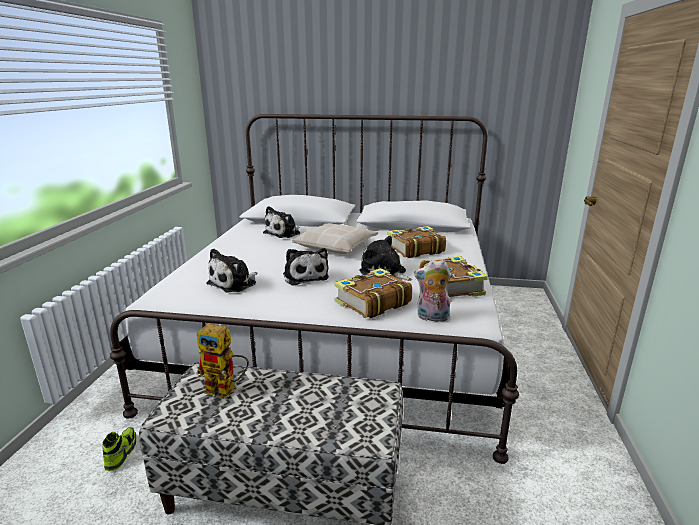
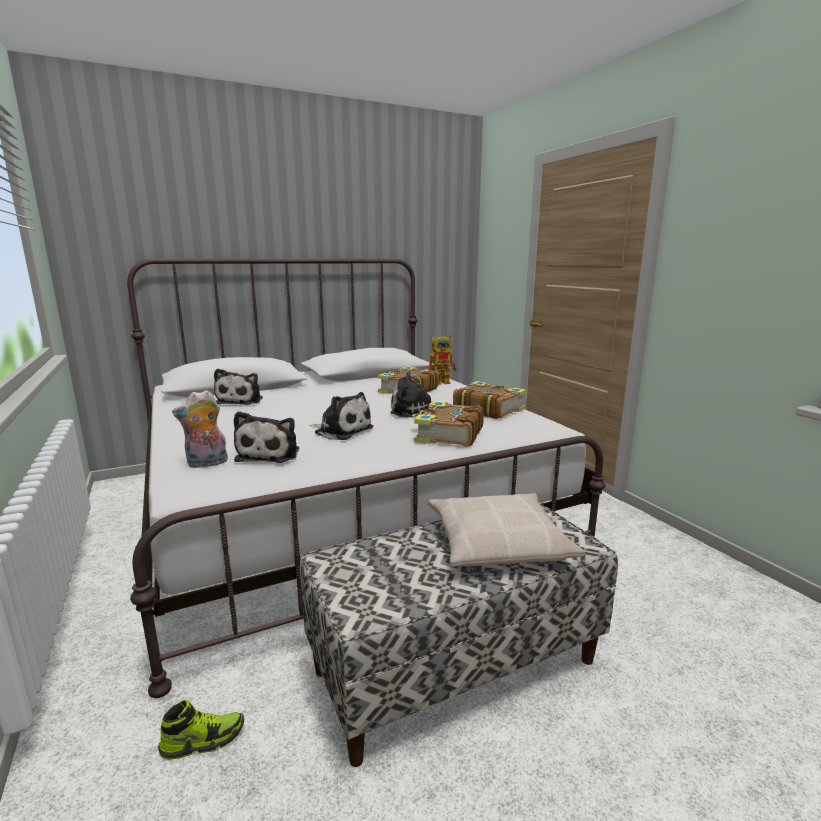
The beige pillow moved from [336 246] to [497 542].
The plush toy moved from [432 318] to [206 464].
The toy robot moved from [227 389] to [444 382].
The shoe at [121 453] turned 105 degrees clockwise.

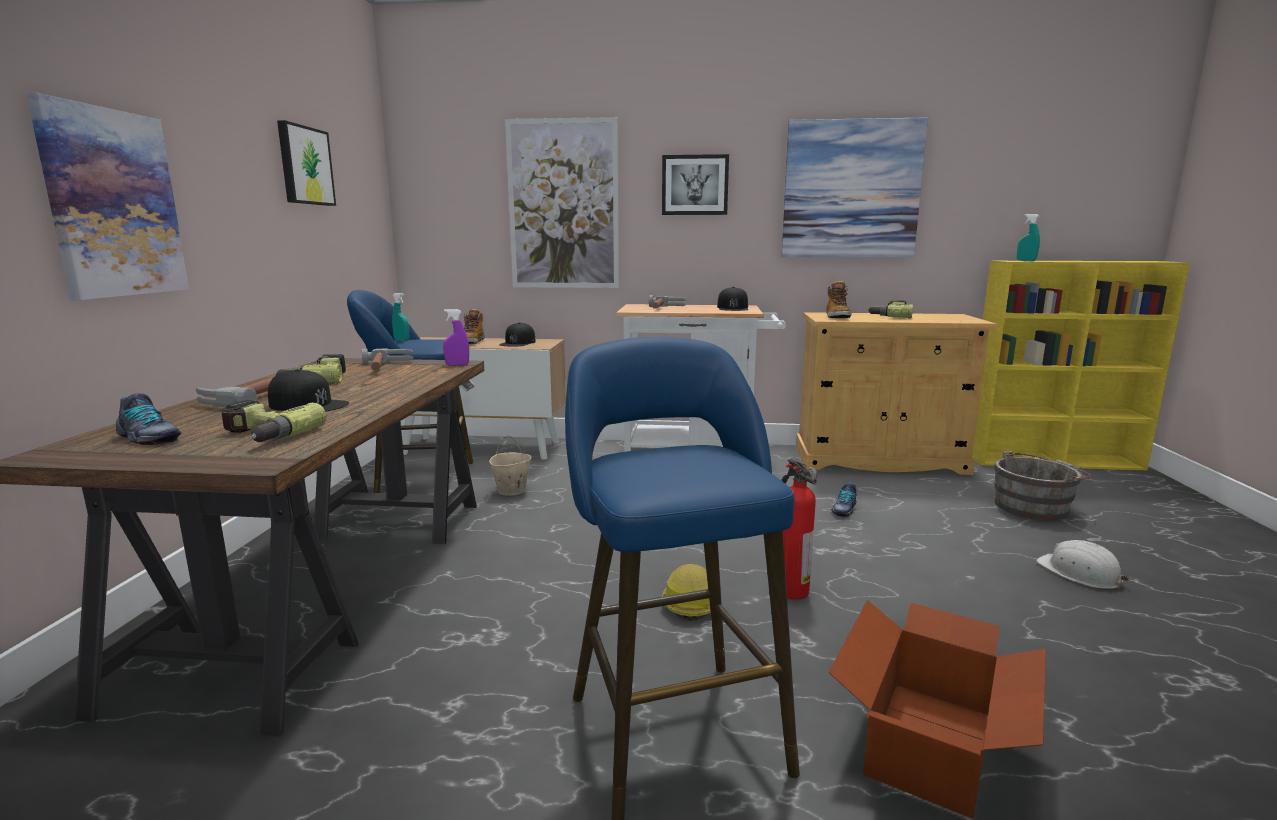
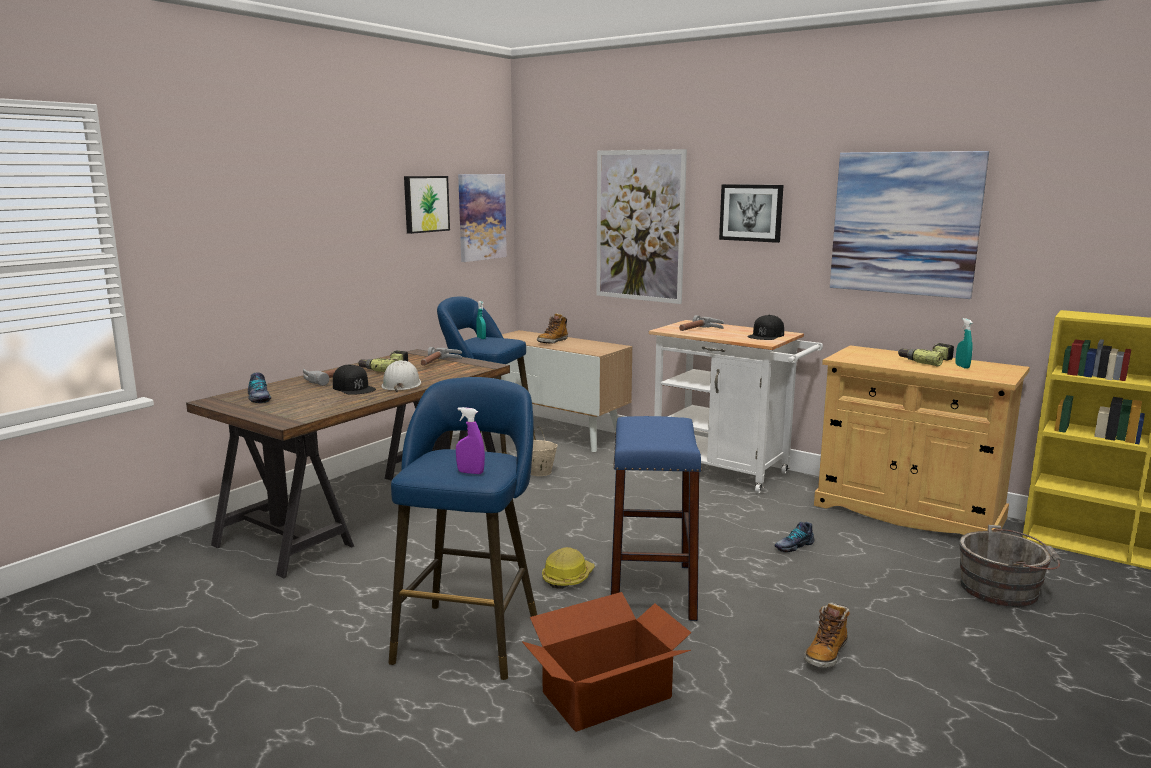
The picture moved from [113 204] to [481 217].
The turquoise spray bottle moved from [1026 261] to [962 366].
The boot moved from [837 317] to [826 654].
The purple spray bottle moved from [457 365] to [470 472].
The black cap at [518 343] disappeared.
The power drill at [263 435] disappeared.
The fire extinguisher at [791 590] was replaced by the blue stool at [652 590].
The white hard hat moved from [1079 573] to [401 385].

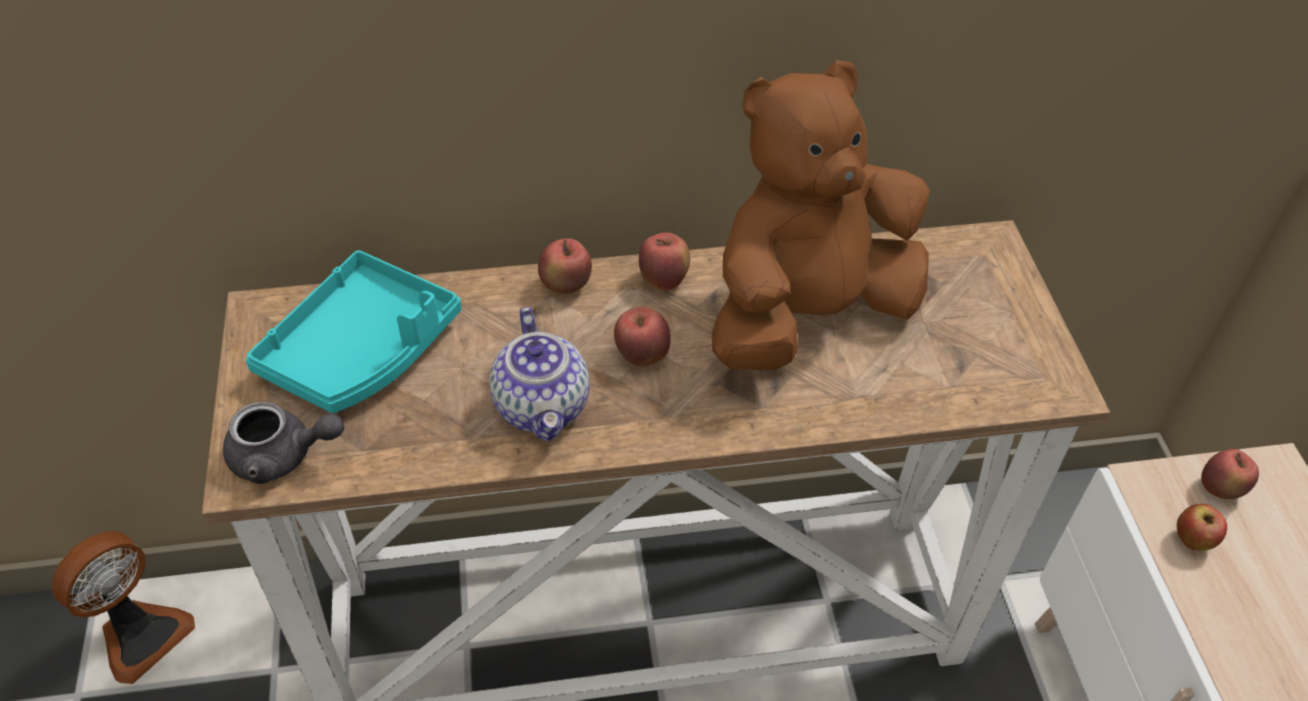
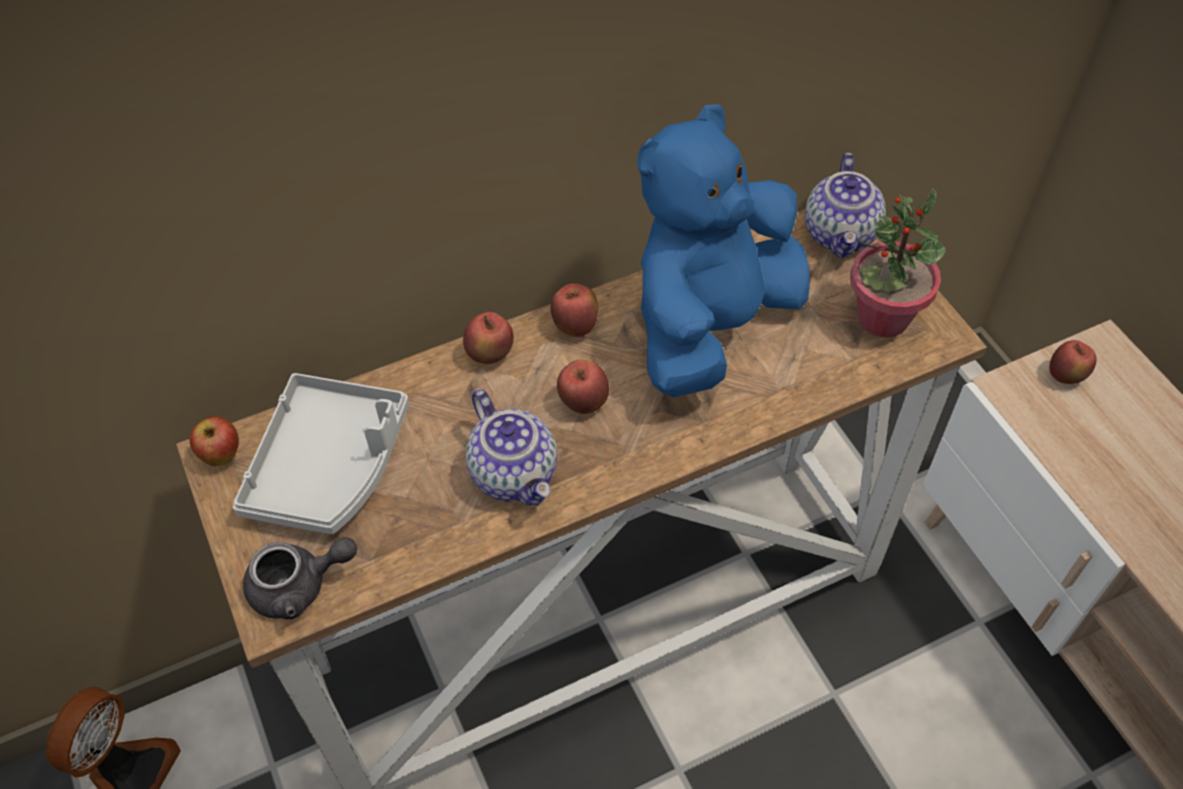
The brown plush toy at [806 314] became the blue plush toy at [710 325].
The turquoise tray at [362 350] became the grey tray at [329 466].
The apple moved from [1192 541] to [222 456].
The teapot at [841 234] appeared.
The potted plant at [882 318] appeared.

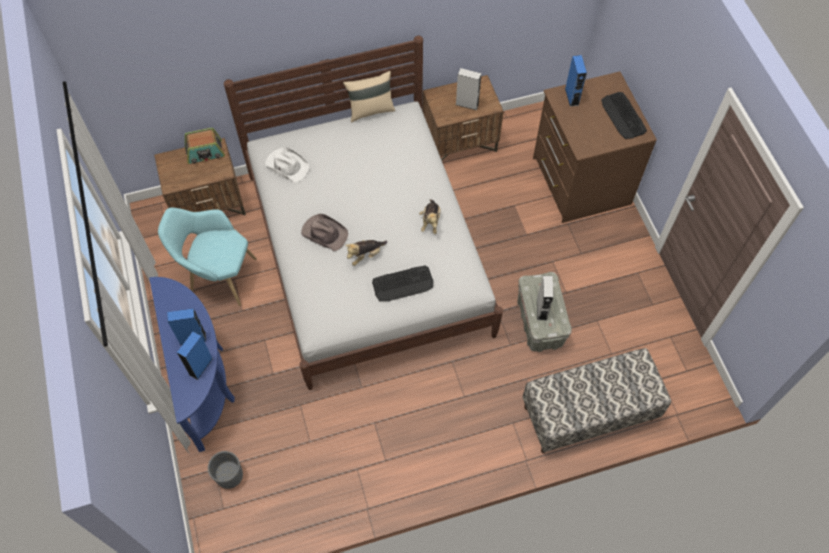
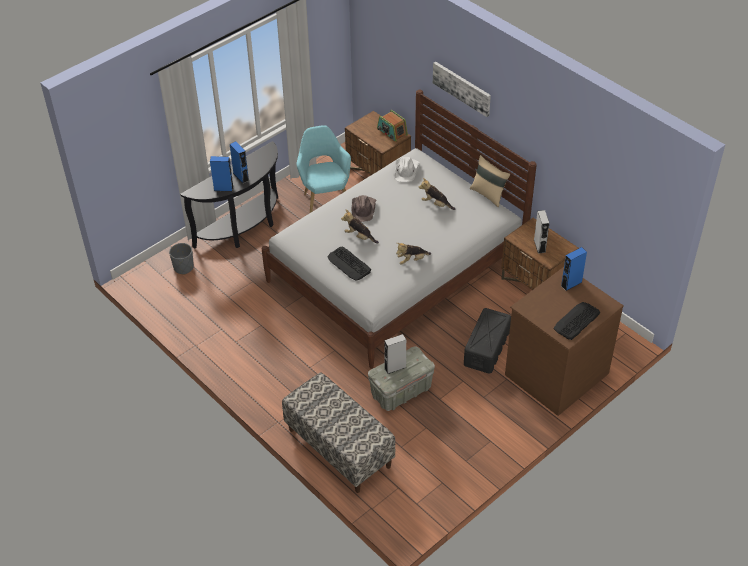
The blue console table at [206 380] became the black console table at [244 228].
The picture at [462 88] appeared.
The plush toy at [436 204] appeared.
The black storage box at [486 349] appeared.

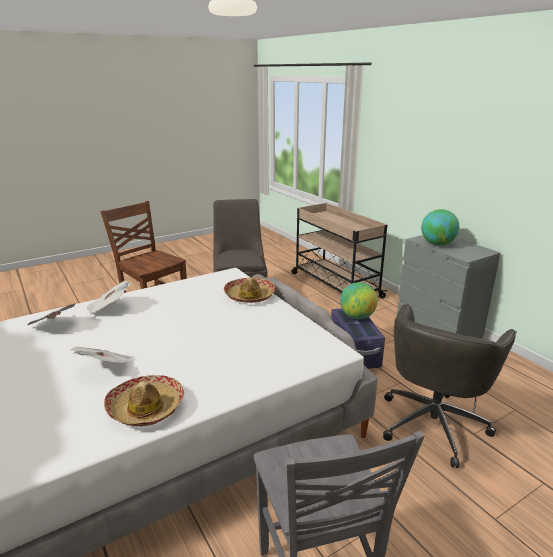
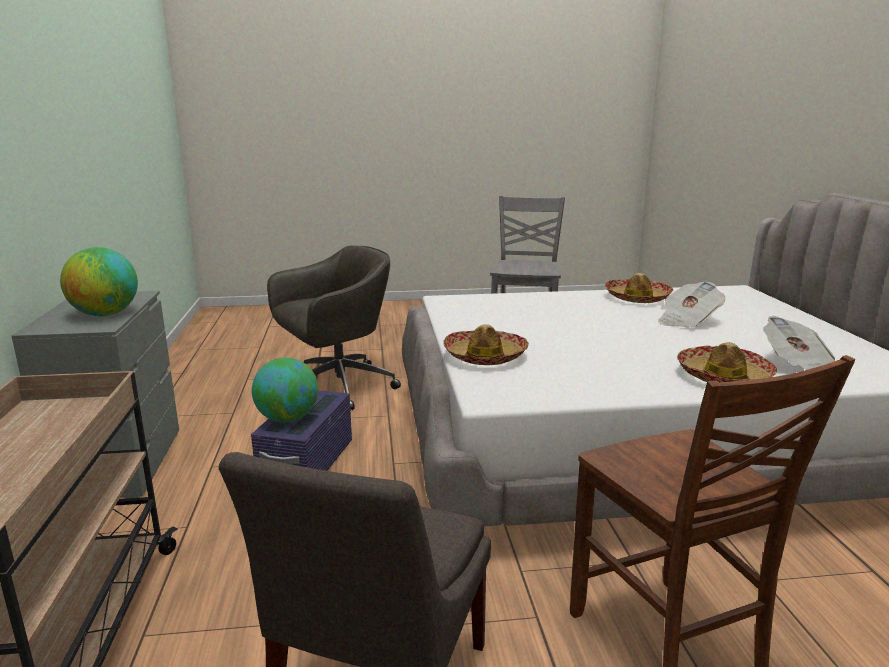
The newspaper at [109 308] was replaced by the hat at [724 376].

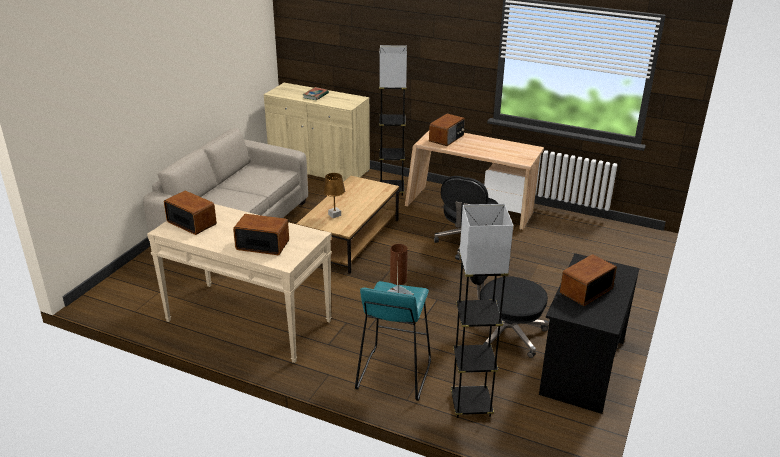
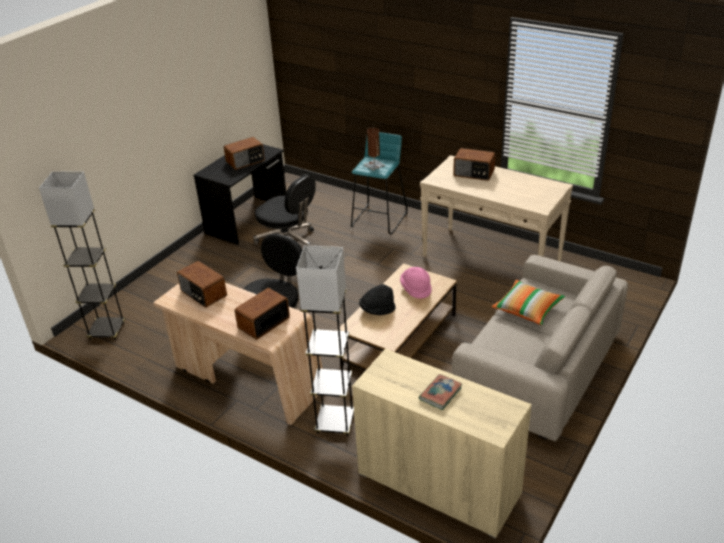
The brown table lamp at [334 215] was replaced by the pink hat at [416 289].
The radio moved from [192 222] to [203 294].
The grey floor lamp moved from [471 405] to [107 331].
The pillow at [527 309] appeared.
The black hat at [377 310] appeared.

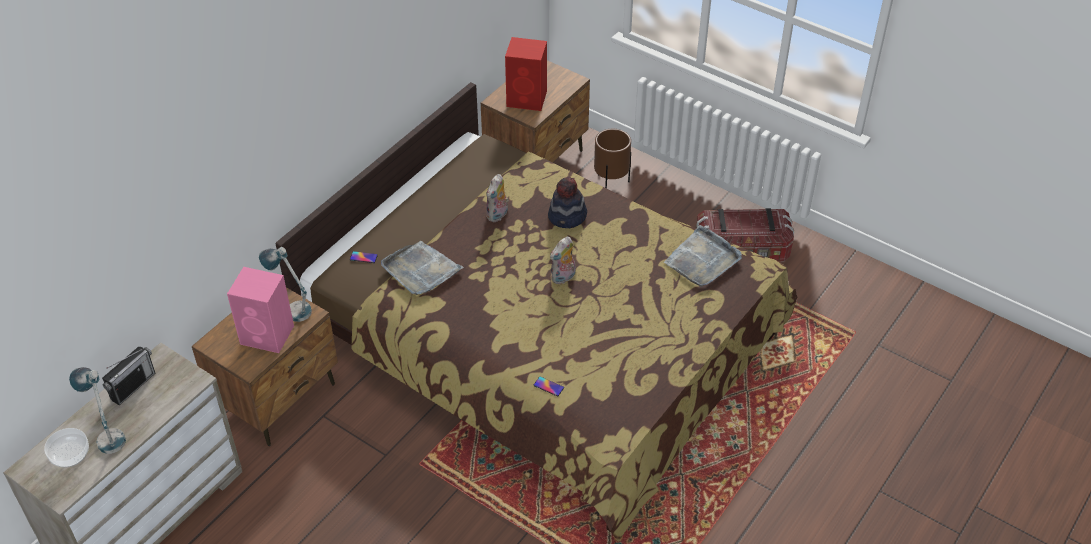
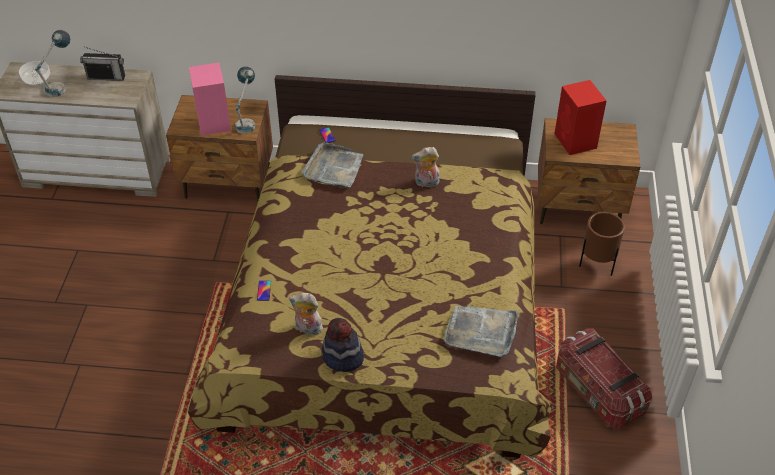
The hat moved from [567 217] to [342 357].
The plush toy moved from [563 278] to [307 329].

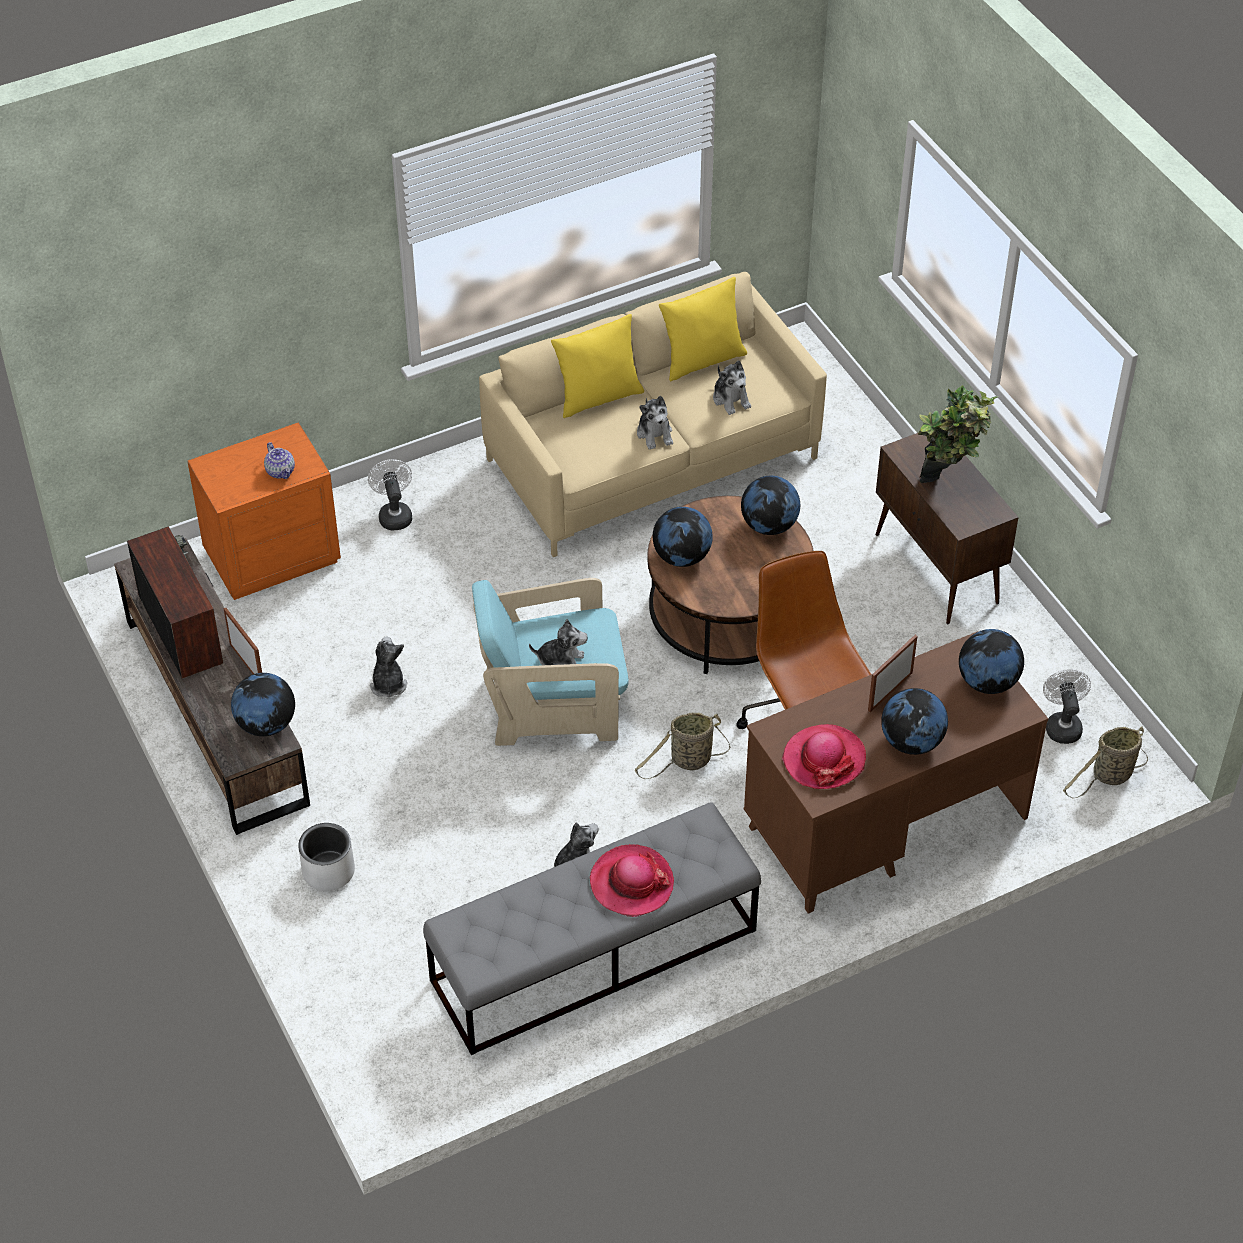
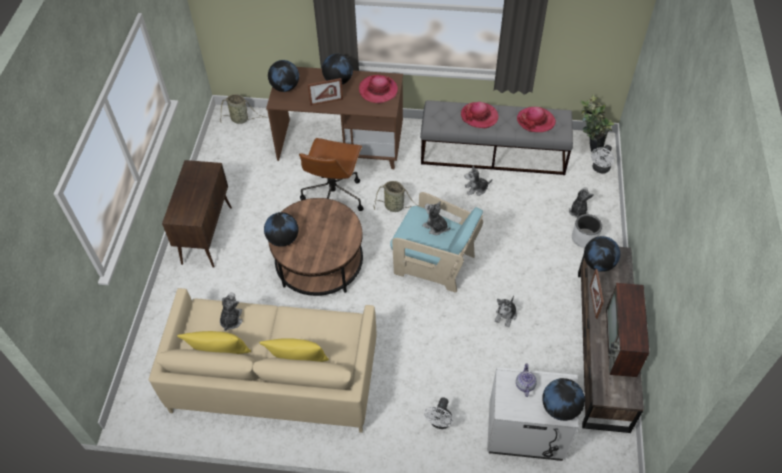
The potted plant moved from [948 483] to [588 147].
The plush toy moved from [655 434] to [578 211].
The orange nightstand at [271 555] became the white nightstand at [525 433].
The globe moved from [682 557] to [560 408].
The white fan moved from [1062 725] to [600 169].
The hat at [535 121] appeared.

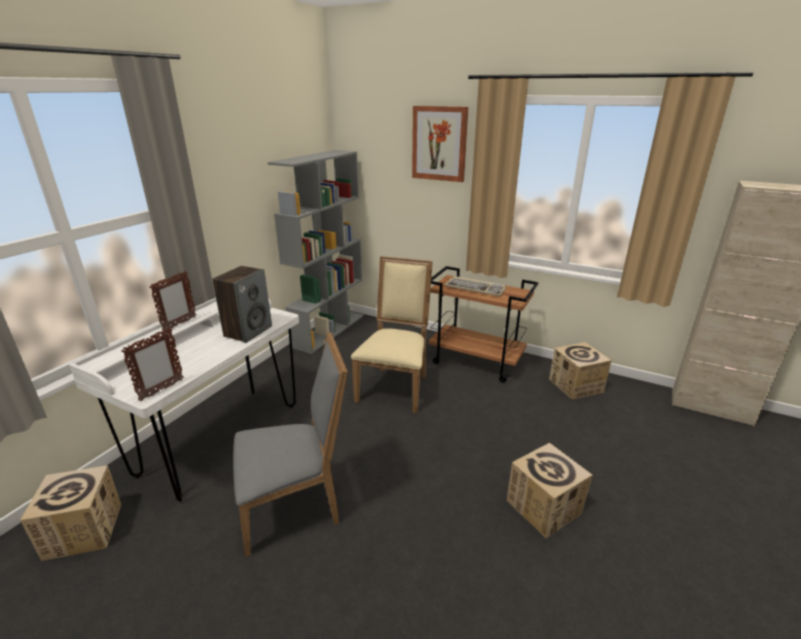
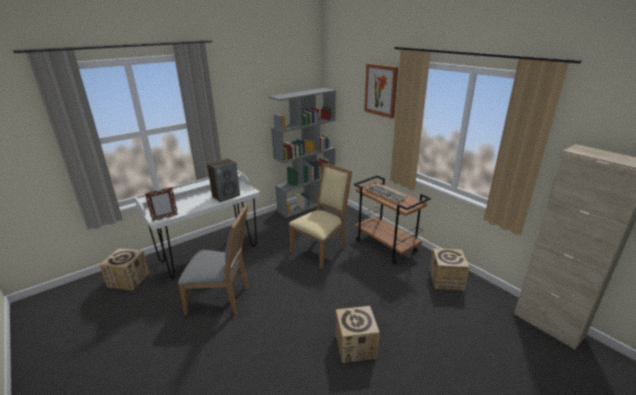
The picture frame at [179 324] disappeared.

